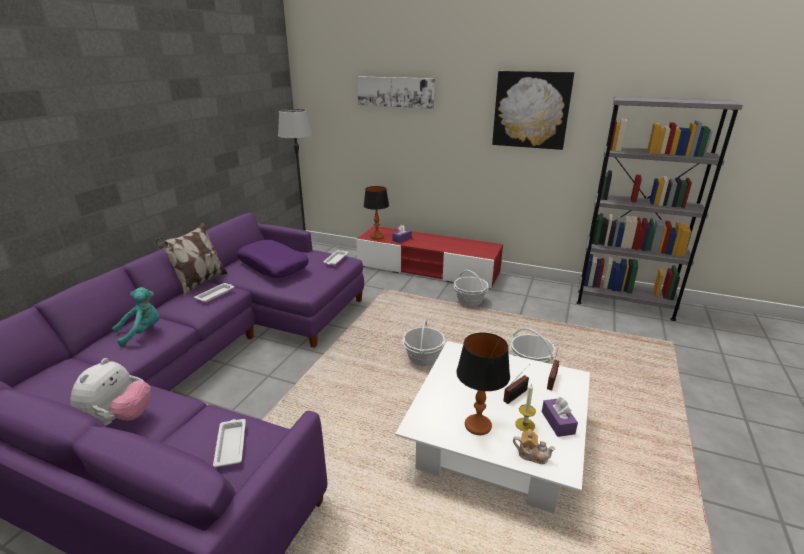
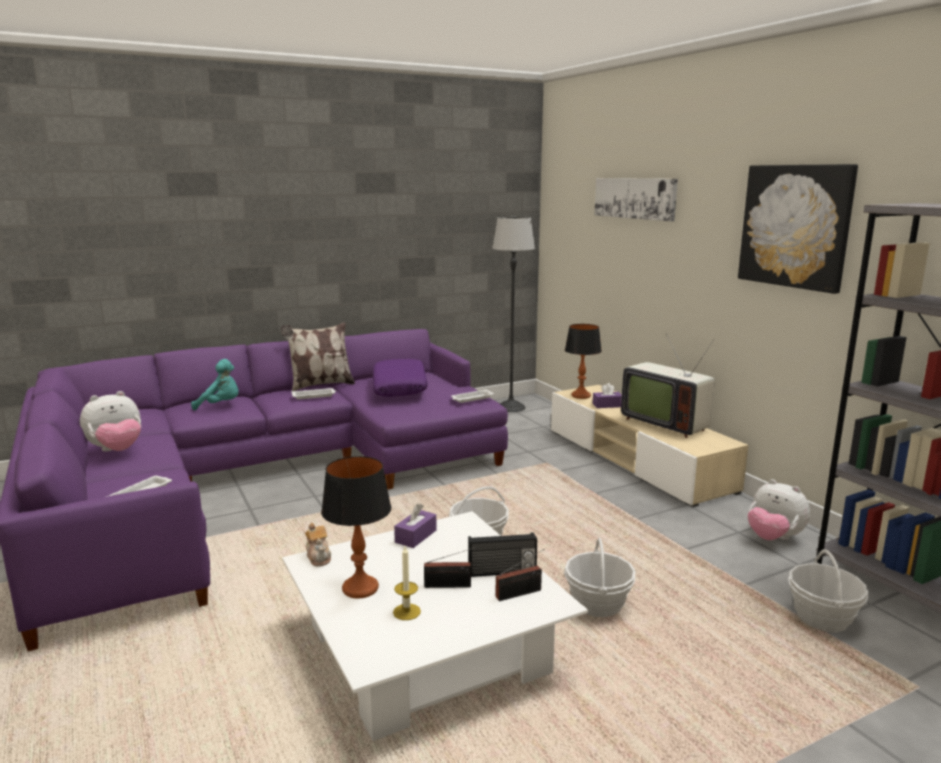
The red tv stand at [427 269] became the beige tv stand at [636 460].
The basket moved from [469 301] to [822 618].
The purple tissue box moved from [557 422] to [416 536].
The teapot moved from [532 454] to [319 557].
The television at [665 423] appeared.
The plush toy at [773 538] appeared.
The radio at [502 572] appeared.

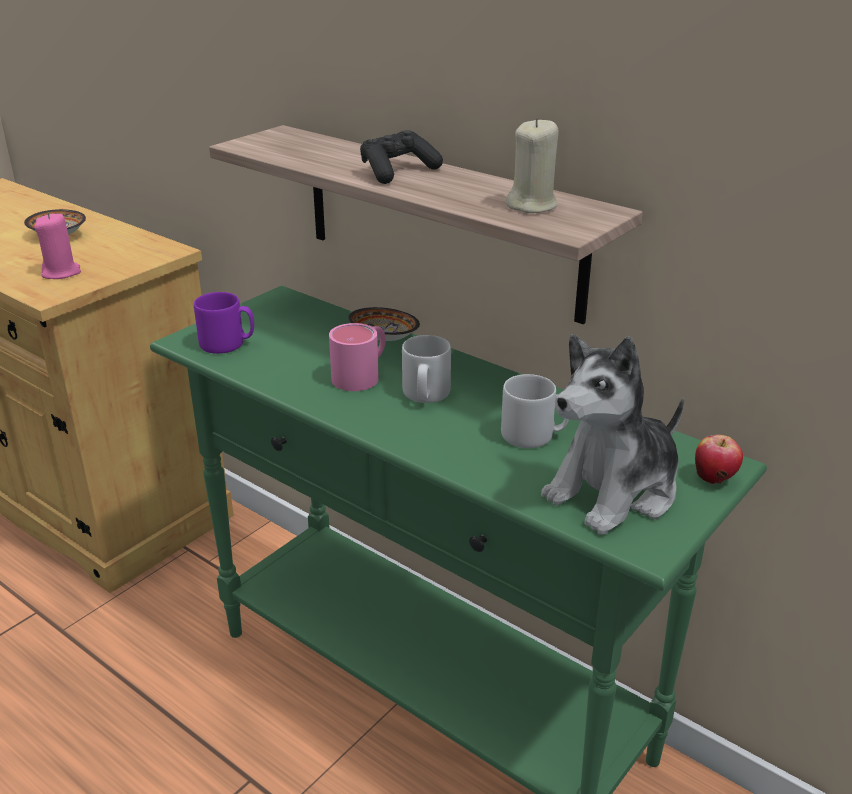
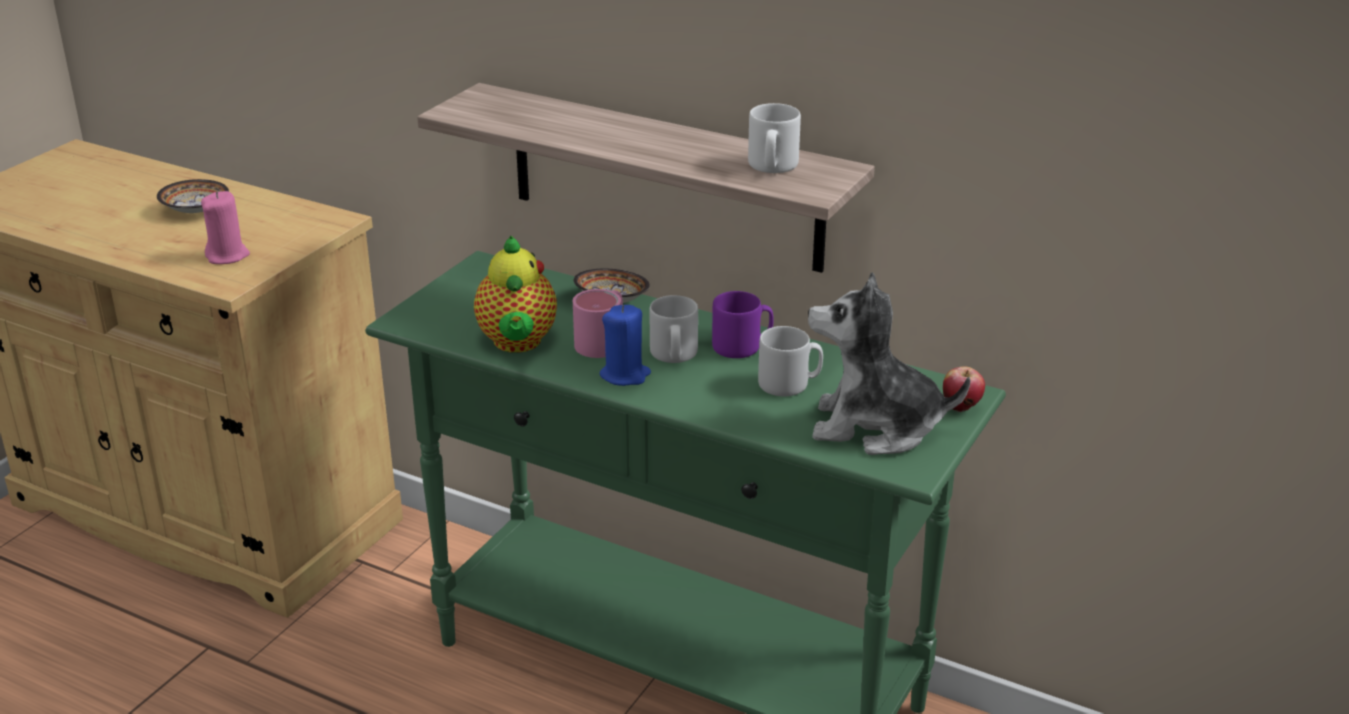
The beige candle at [532 205] was replaced by the white mug at [772 166].
The black game controller at [398 172] disappeared.
The purple mug moved from [227 344] to [742 346].
The plush toy at [614 492] turned 60 degrees clockwise.
The teapot at [517 343] appeared.
The blue candle at [625 375] appeared.

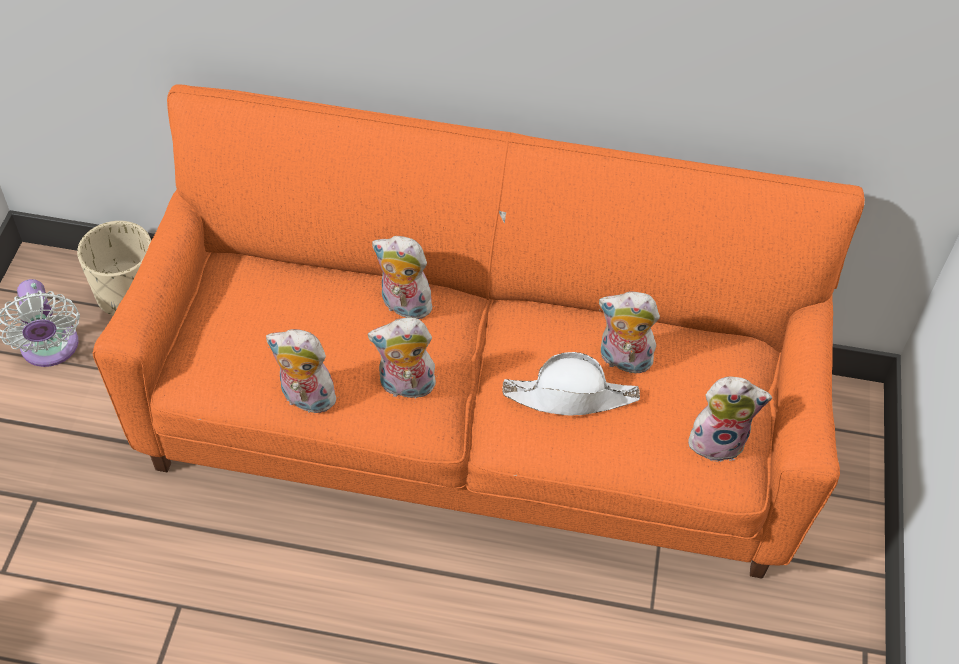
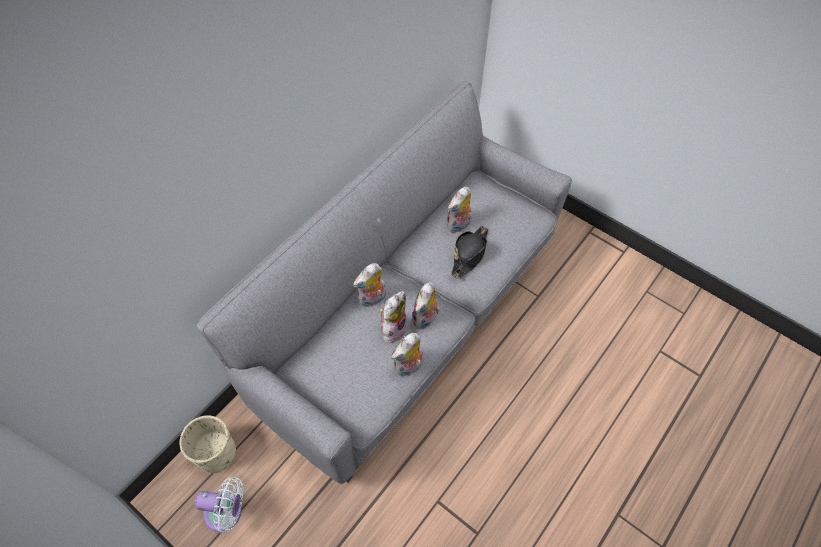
The orange sofa at [474 430] became the grey sofa at [409 320].
The white hat at [571 396] became the black hat at [469 254].
The plush toy moved from [718 441] to [392 328].

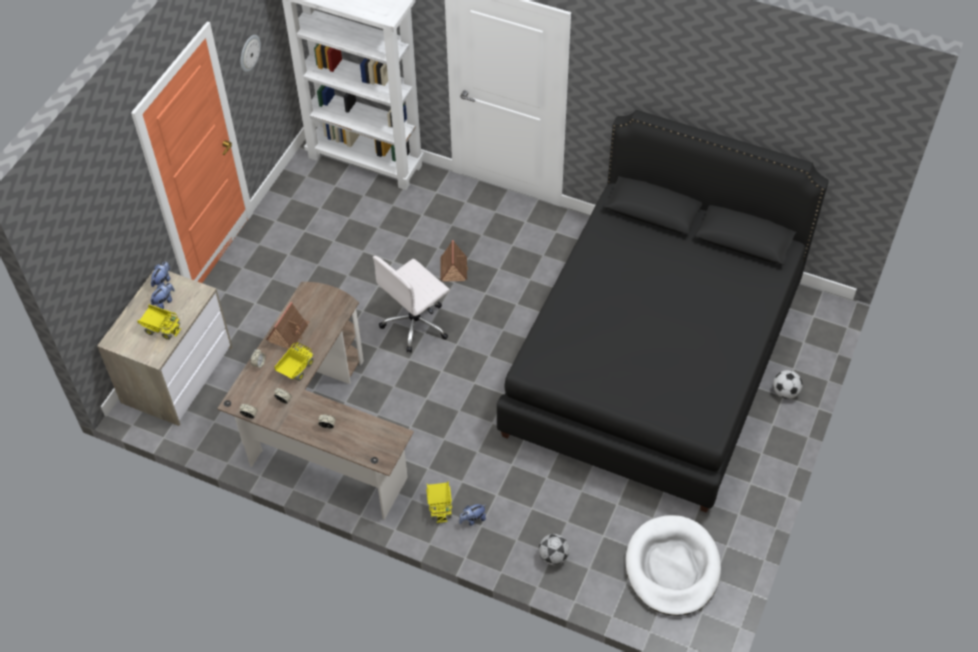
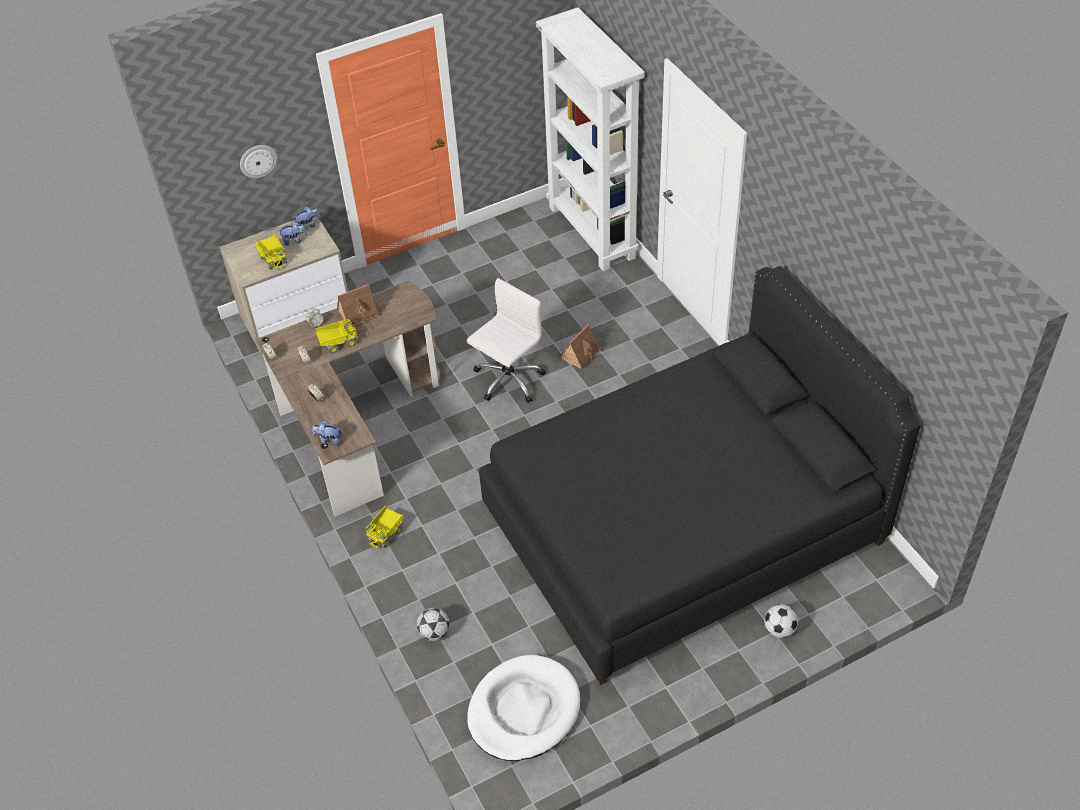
The wall clock moved from [249 53] to [258 160].
The white office chair at [416 324] turned 135 degrees clockwise.
The plush toy moved from [472 519] to [329 440].

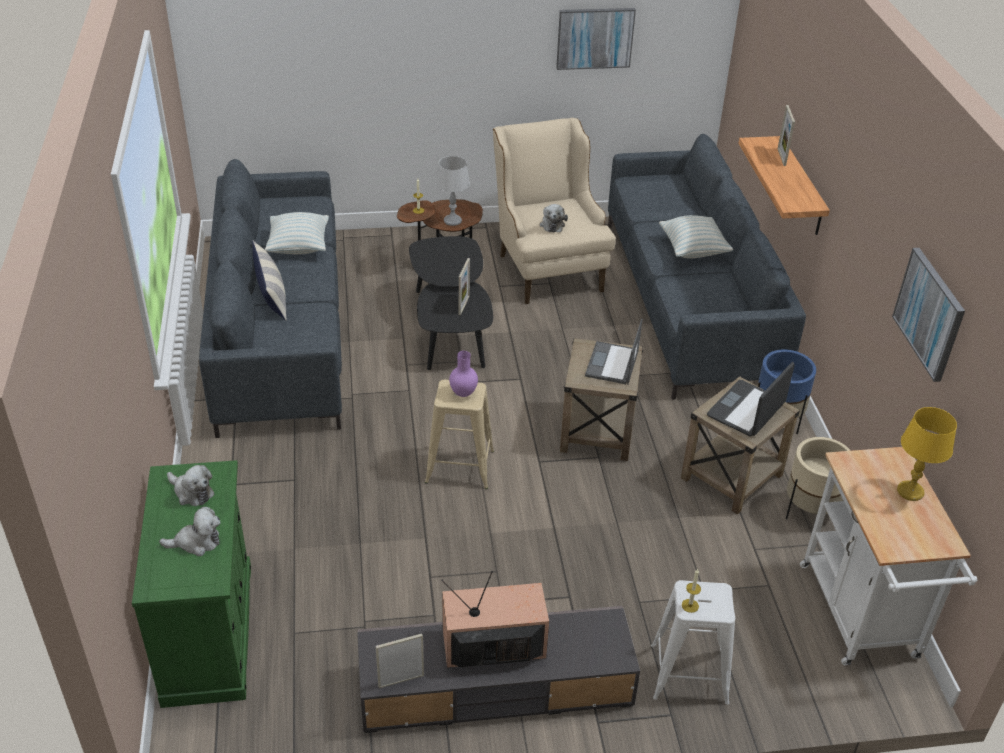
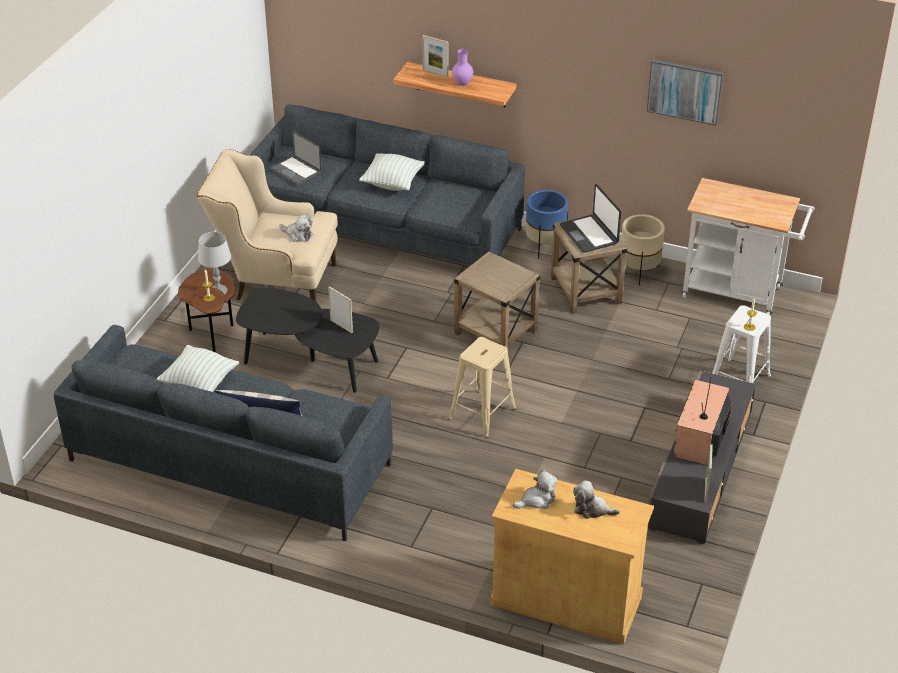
The picture at [595 38] disappeared.
The laptop moved from [612 364] to [296 171].
The purple vase moved from [464 393] to [462 83].
The yellow table lamp at [910 492] disappeared.
The green cabinet at [209 632] became the beige cabinet at [566 600].
The plush toy at [196 542] turned 90 degrees counterclockwise.

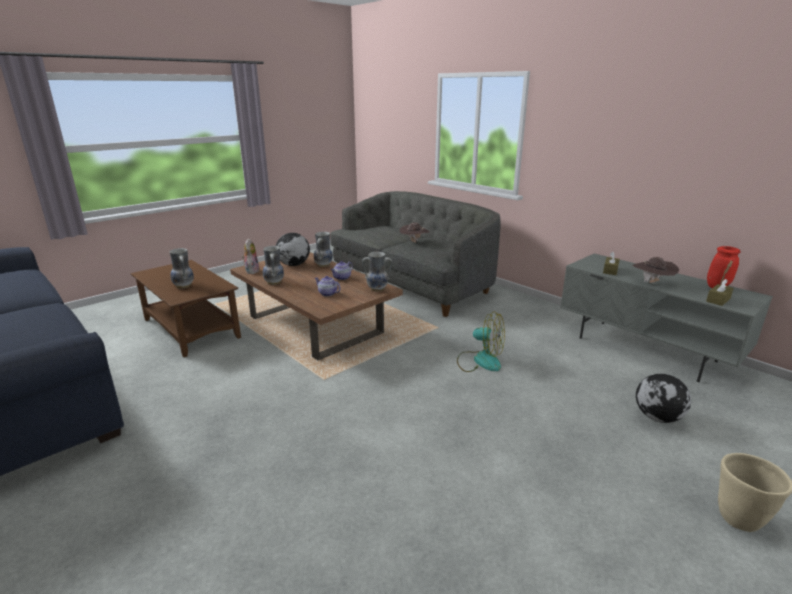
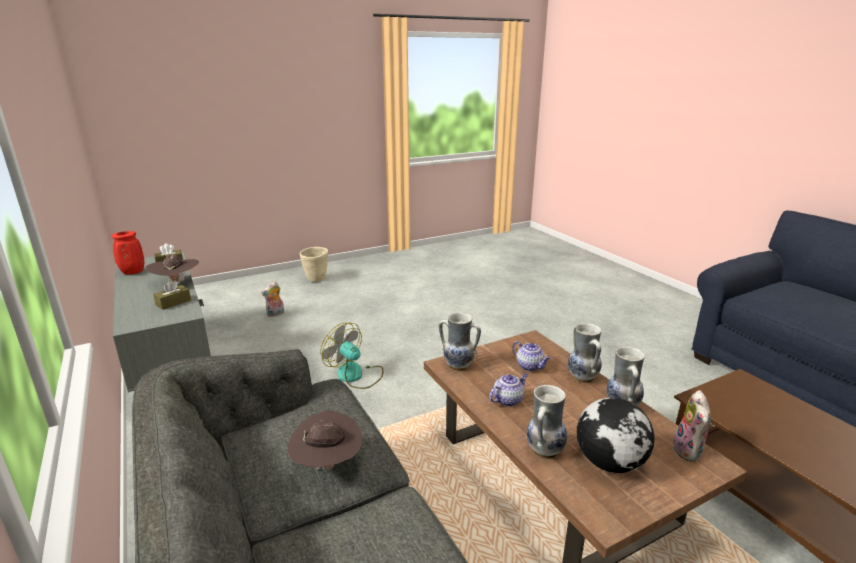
The vase moved from [184 286] to [582 377].
The globe at [658 418] was replaced by the plush toy at [275 314].

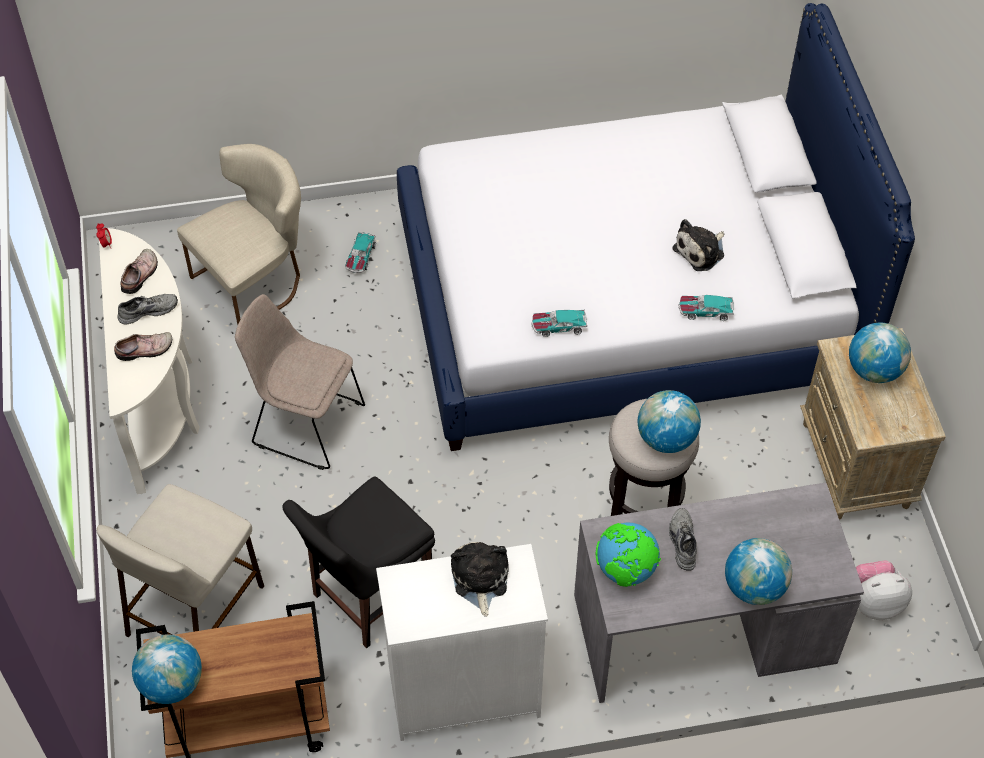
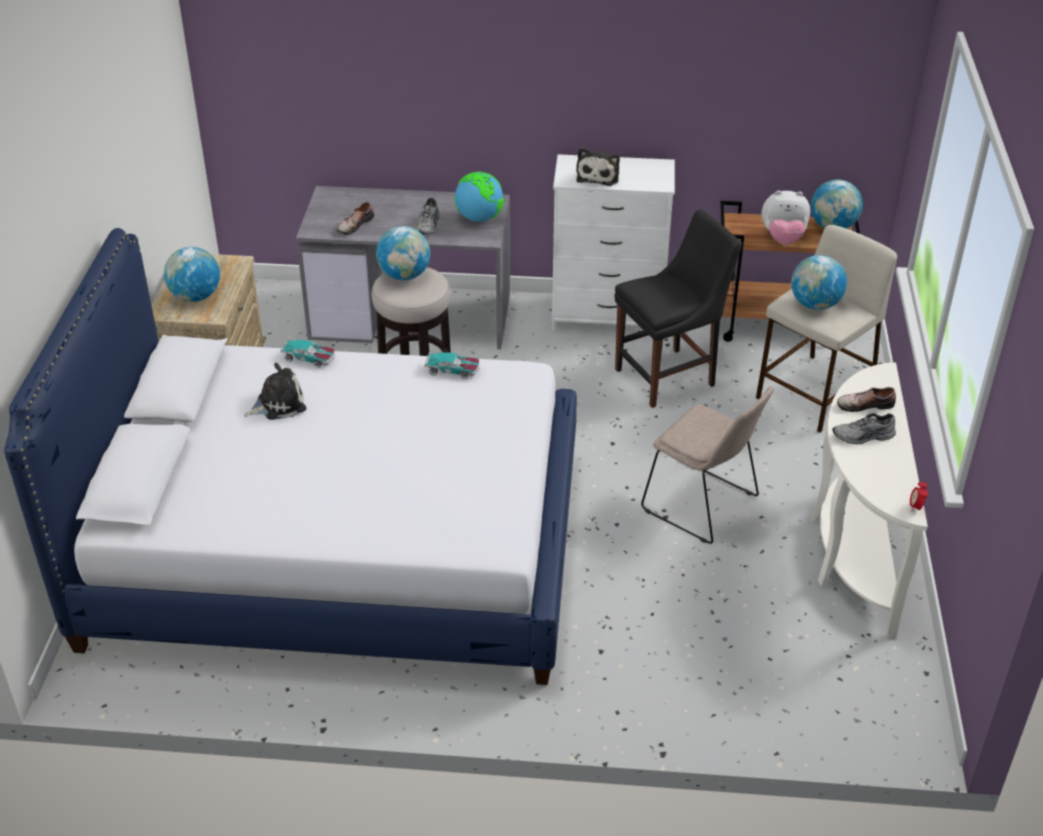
The beige chair at [255 281] disappeared.
The toy car at [360 257] disappeared.
The shoe moved from [141 275] to [354 225].
The globe moved from [754 587] to [815 304].
The plush toy moved from [875 602] to [783 239].

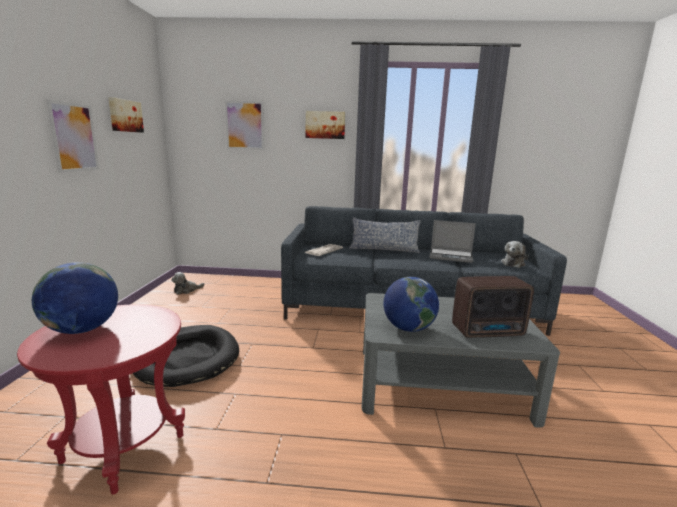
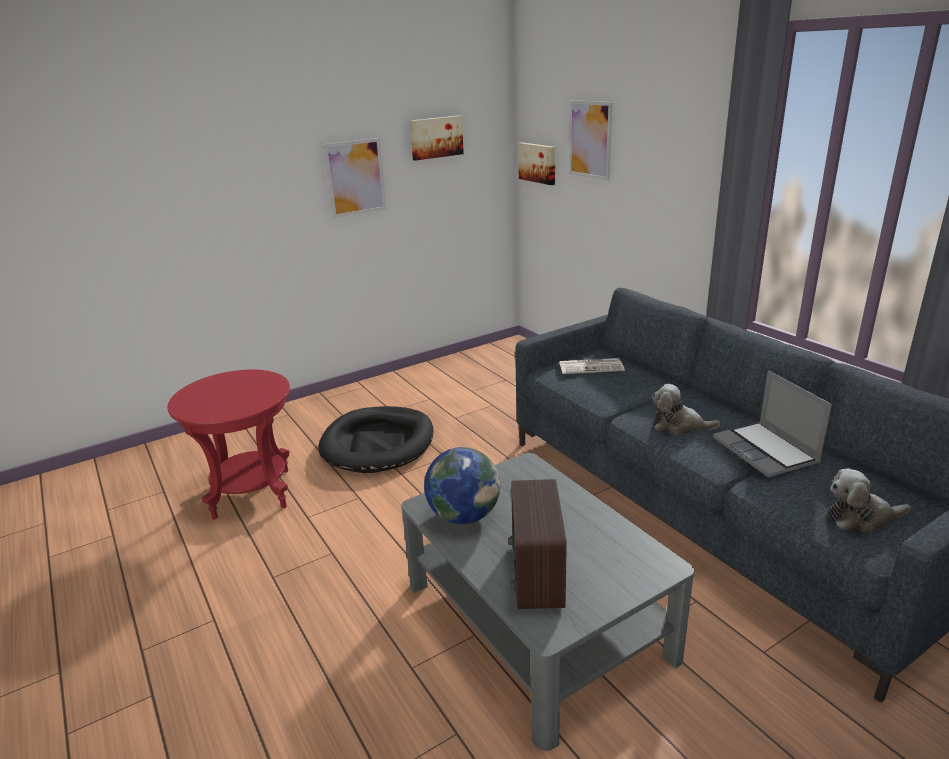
The picture moved from [325 125] to [538 163].
The pillow at [384 249] disappeared.
The globe at [82 329] disappeared.
The plush toy moved from [186 290] to [679 426].
The radio at [489 332] turned 45 degrees clockwise.

